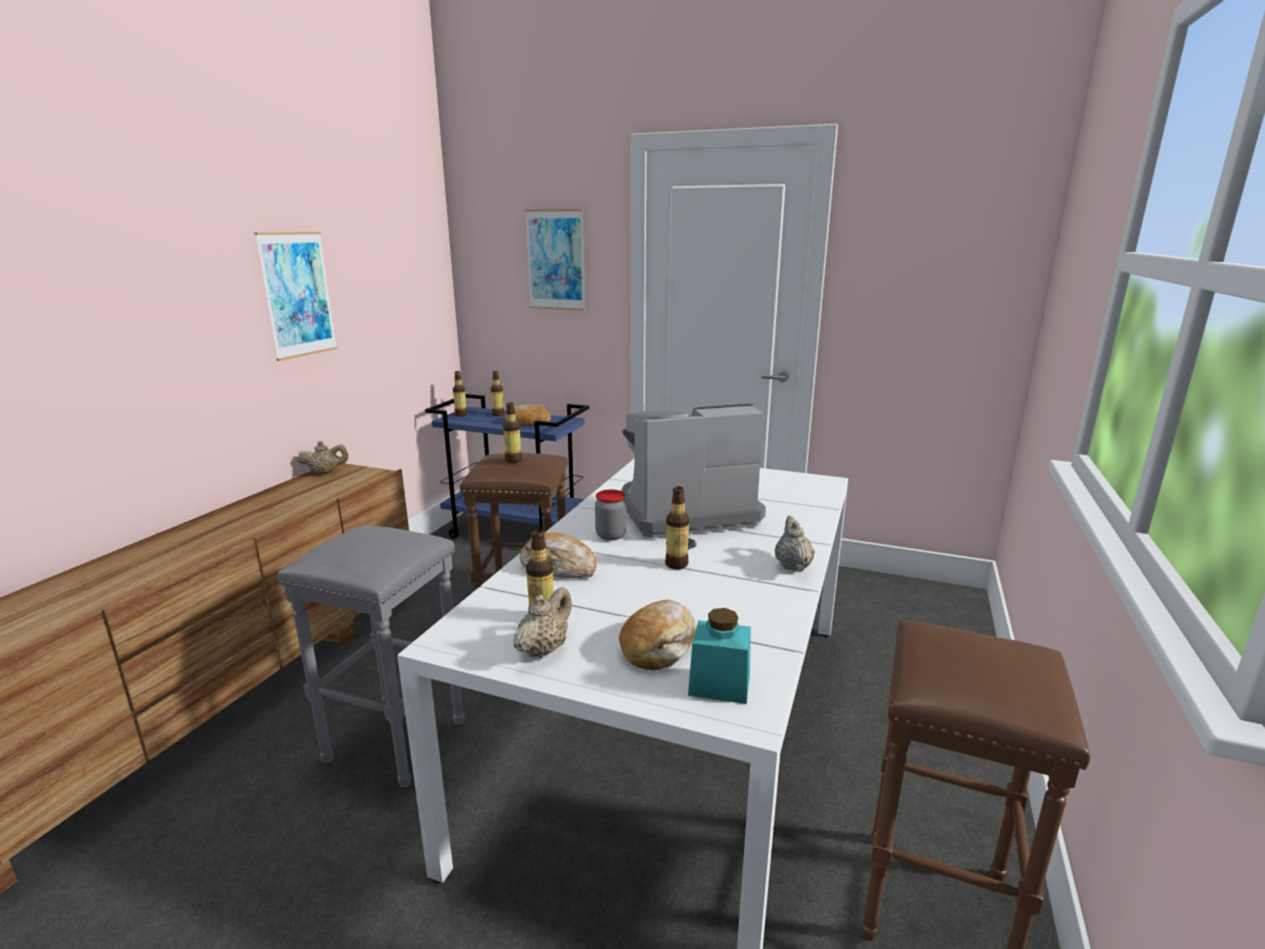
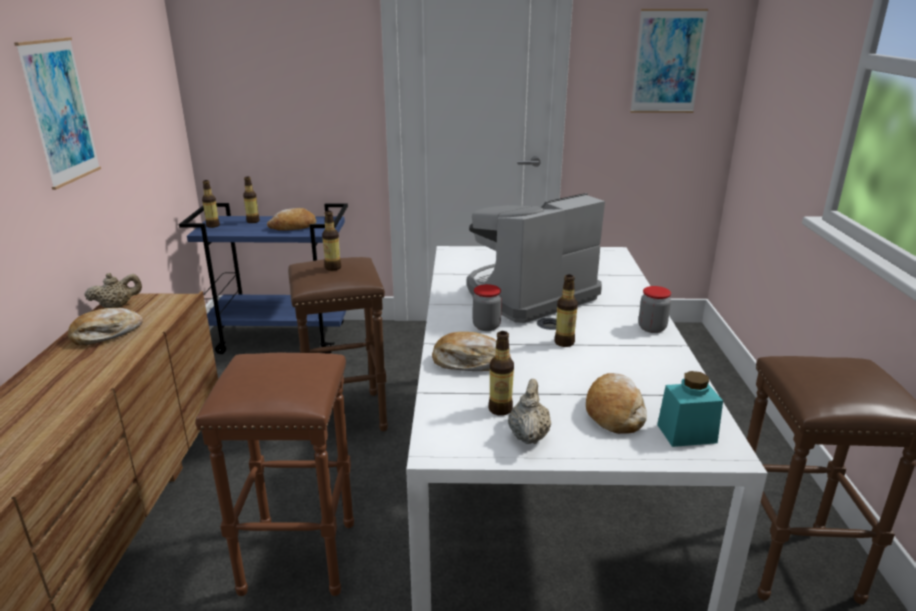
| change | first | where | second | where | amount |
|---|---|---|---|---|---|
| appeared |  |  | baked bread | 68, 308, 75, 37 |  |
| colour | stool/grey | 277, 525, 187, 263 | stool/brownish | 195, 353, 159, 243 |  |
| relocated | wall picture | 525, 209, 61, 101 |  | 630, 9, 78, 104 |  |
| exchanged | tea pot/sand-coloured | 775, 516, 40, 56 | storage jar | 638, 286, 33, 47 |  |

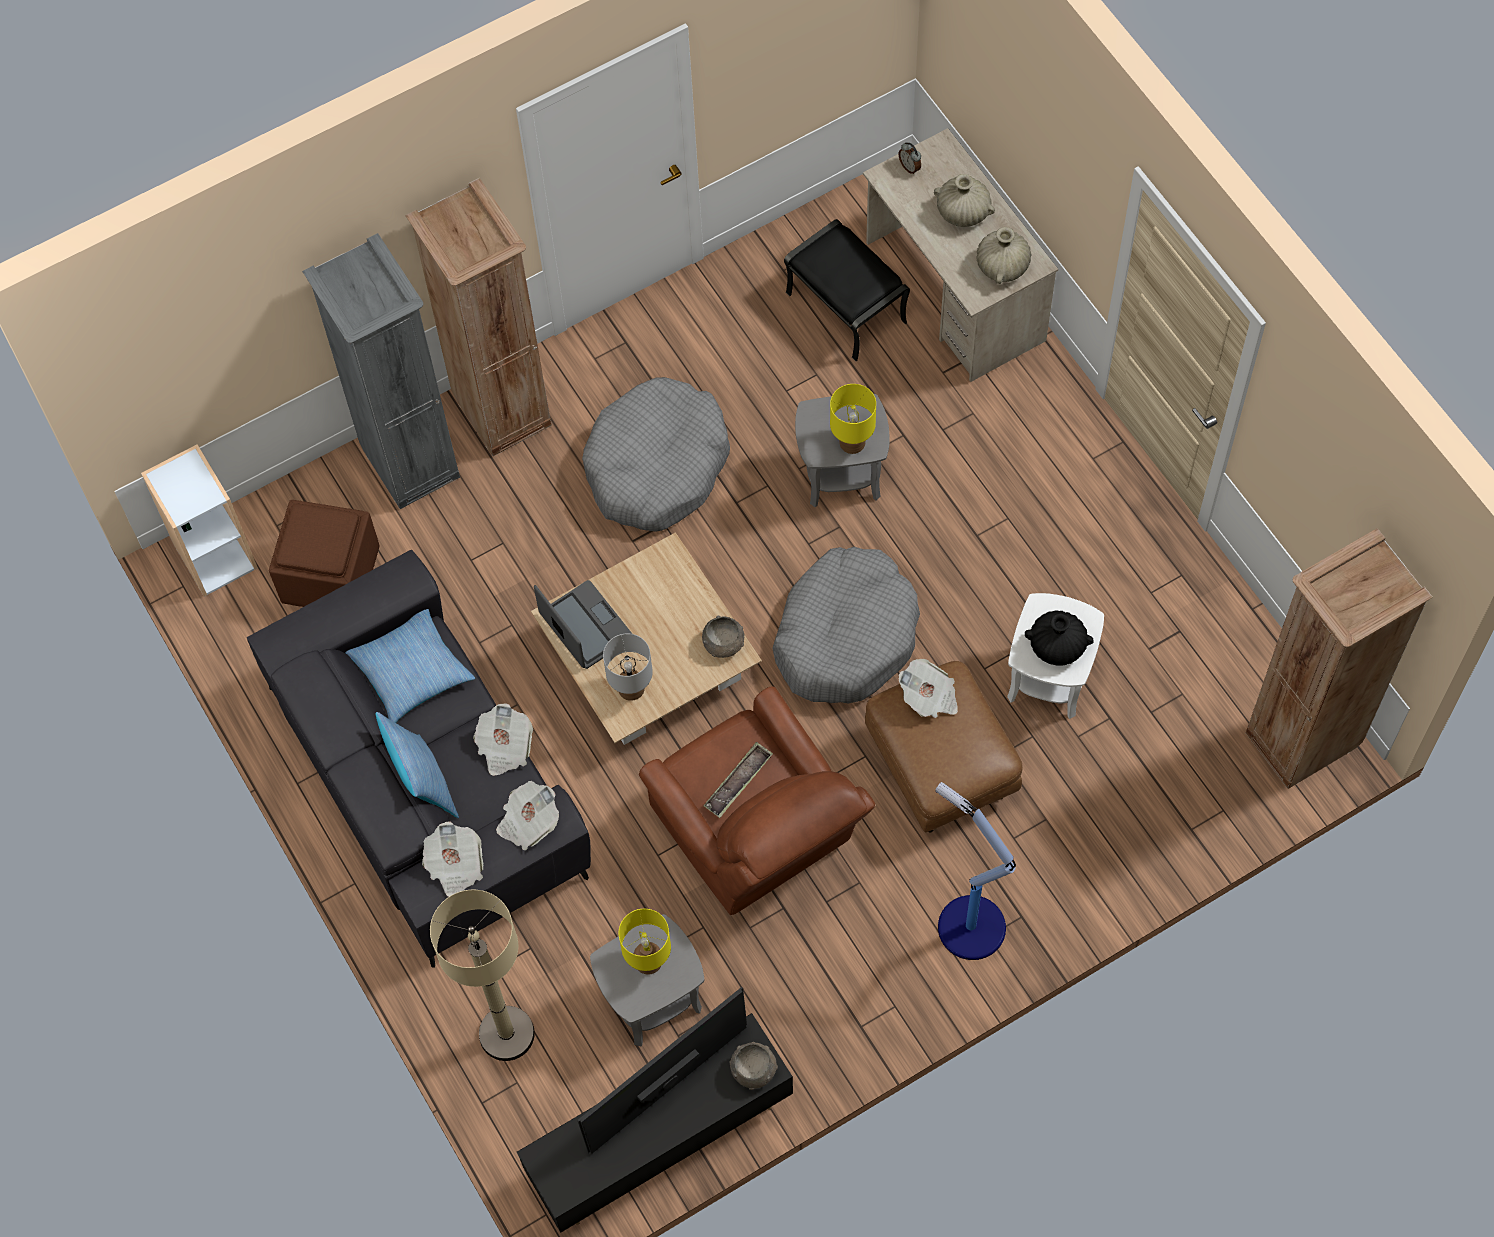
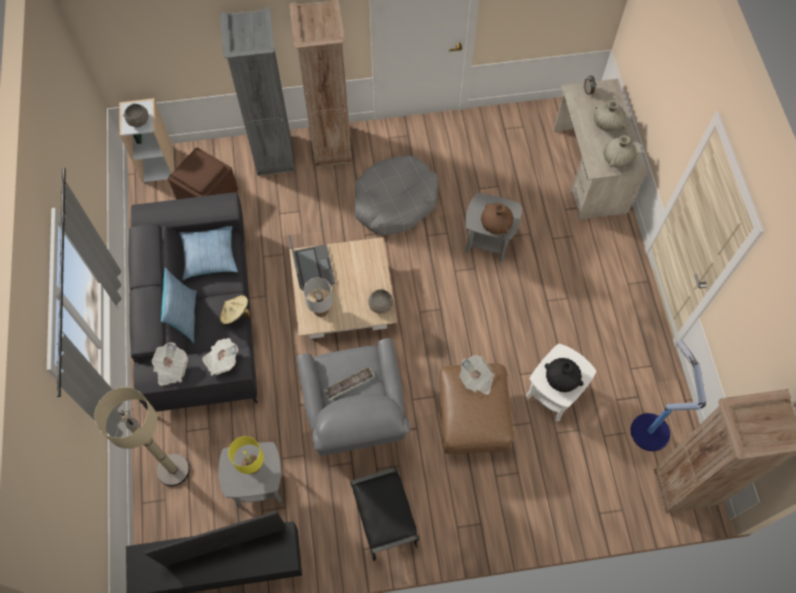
| change | first | where | second | where | amount |
|---|---|---|---|---|---|
| relocated | deep dish/grey | 730, 1042, 48, 48 |  | 123, 104, 26, 23 |  |
| exchanged | printed paper | 473, 704, 60, 72 | wearable hat/sand-coloured | 220, 295, 30, 30 |  |
| colour | lounge chair/brownish | 639, 686, 236, 229 | lounge chair/grey | 296, 338, 114, 118 |  |
| relocated | pouffe/black-coloured | 784, 219, 126, 142 |  | 350, 467, 70, 94 |  |
| exchanged | table lamp/yellow | 830, 384, 46, 70 | vase/brownish | 481, 203, 32, 31 |  |
| relocated | standard lamp | 935, 782, 81, 178 |  | 631, 340, 75, 111 |  |
| missing | pet bed/grey | 772, 547, 148, 156 |  |  |  |

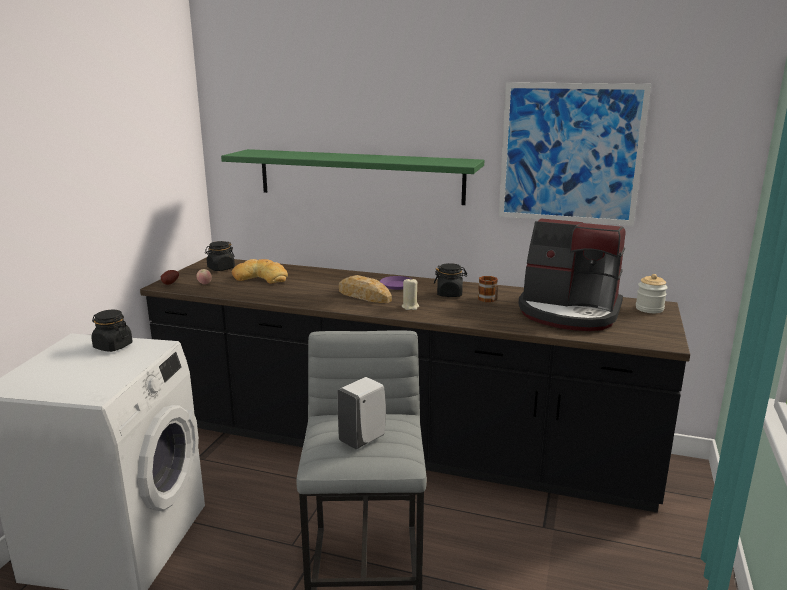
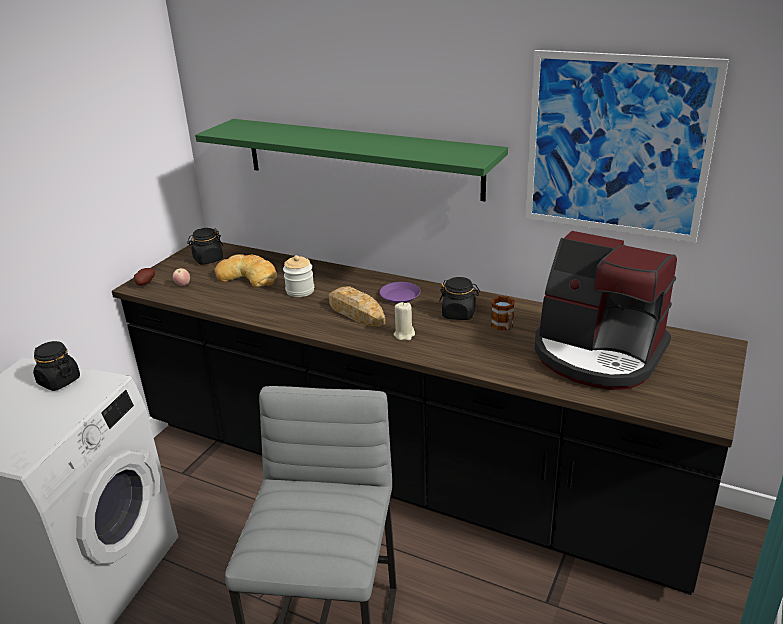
| change | first | where | second | where | amount |
|---|---|---|---|---|---|
| relocated | storage jar | 636, 274, 32, 39 |  | 283, 255, 31, 42 |  |
| missing | liquid soap bottle/whitish | 337, 377, 49, 72 |  |  |  |

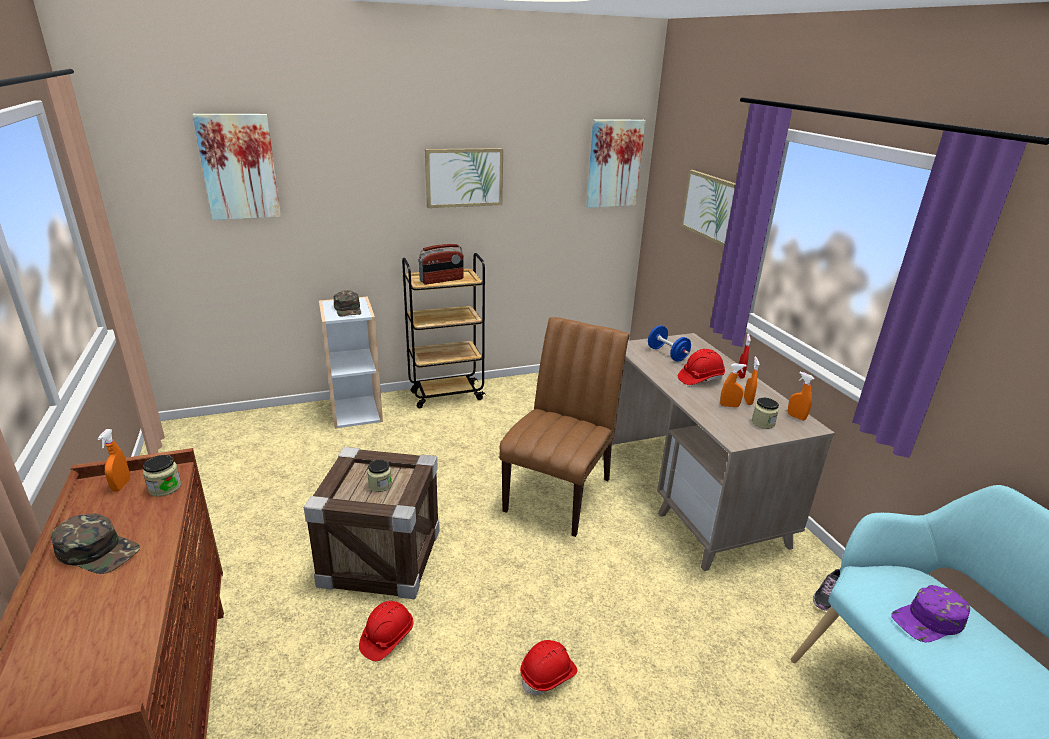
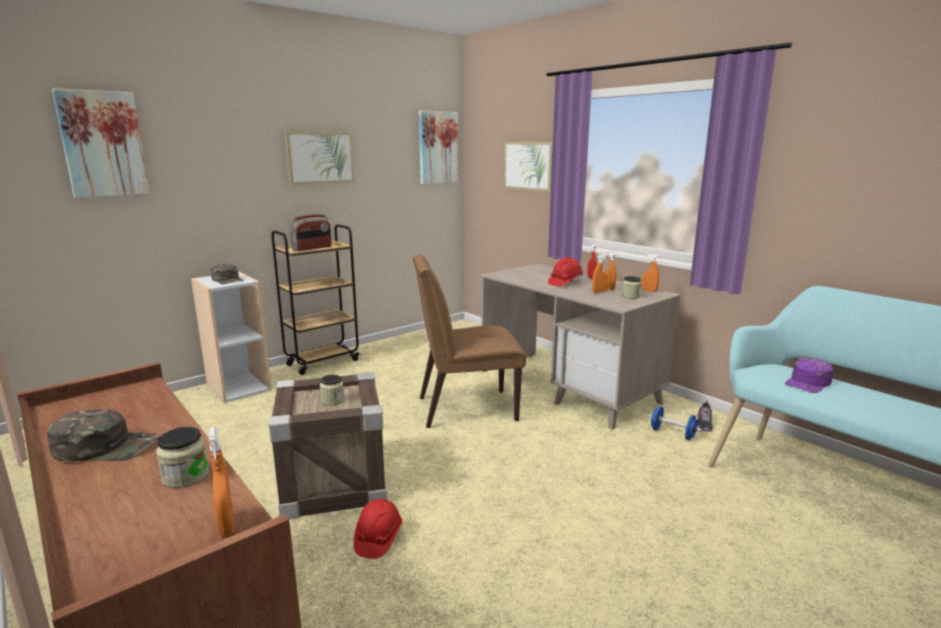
| change | first | where | second | where | amount |
|---|---|---|---|---|---|
| relocated | storage jar | 143, 455, 38, 42 |  | 156, 427, 53, 61 |  |
| relocated | spray bottle/orange-coloured | 97, 429, 33, 63 |  | 209, 427, 25, 110 |  |
| spun | plain chair/brownish | 499, 317, 131, 220 |  | 413, 254, 113, 174 | 105 degrees counterclockwise |
| relocated | free weight/bluish | 648, 325, 43, 37 |  | 648, 406, 54, 34 |  |
| missing | safety helmet/red | 520, 640, 57, 55 |  |  |  |

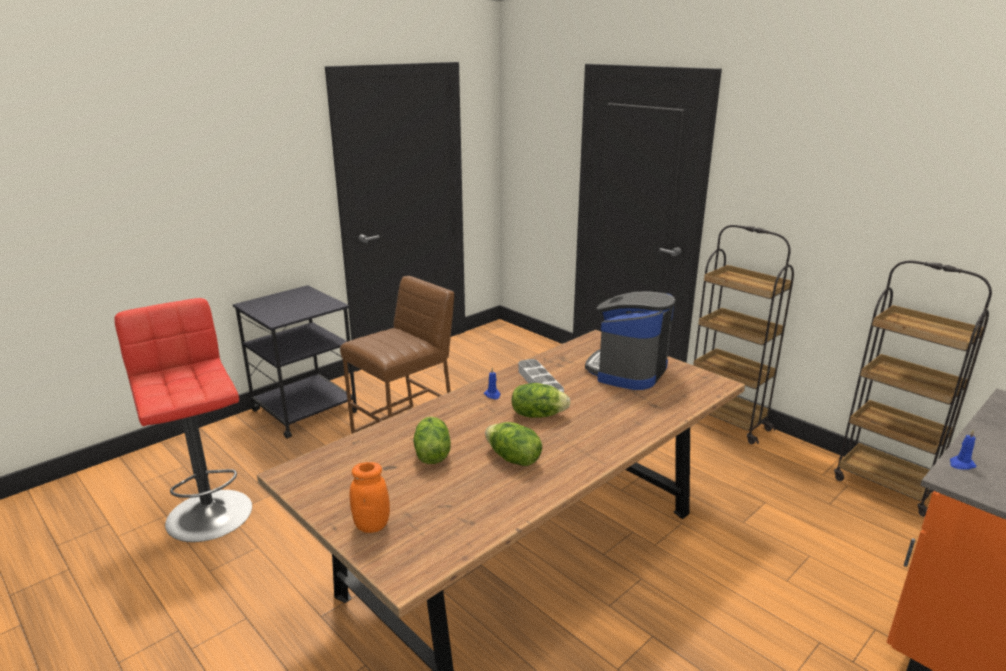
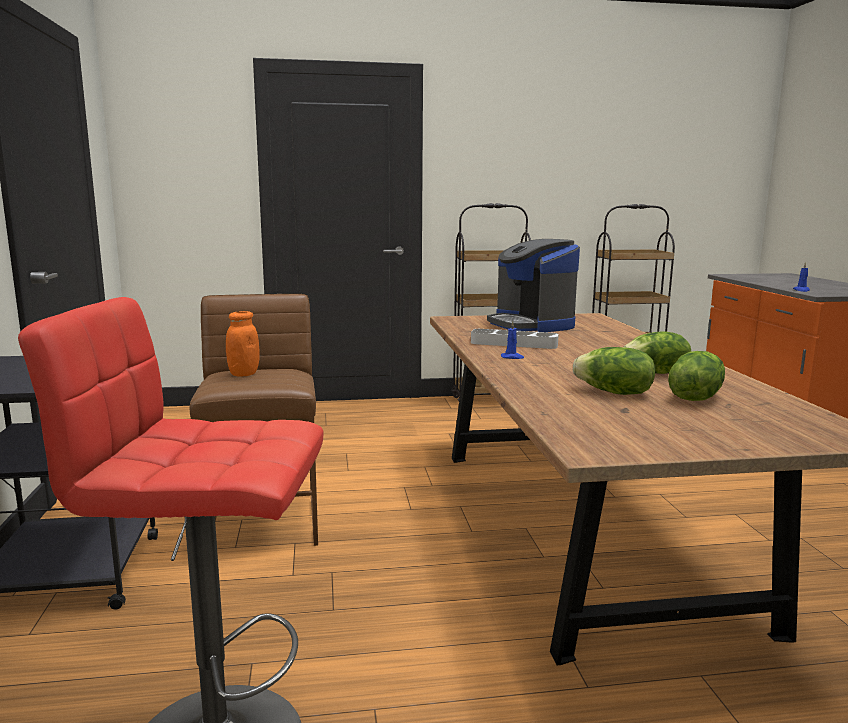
| change | first | where | second | where | amount |
|---|---|---|---|---|---|
| relocated | storage jar/orange-coloured | 349, 462, 41, 71 |  | 226, 311, 33, 65 |  |
| relocated | lettuce head | 511, 383, 60, 35 |  | 668, 351, 57, 50 |  |

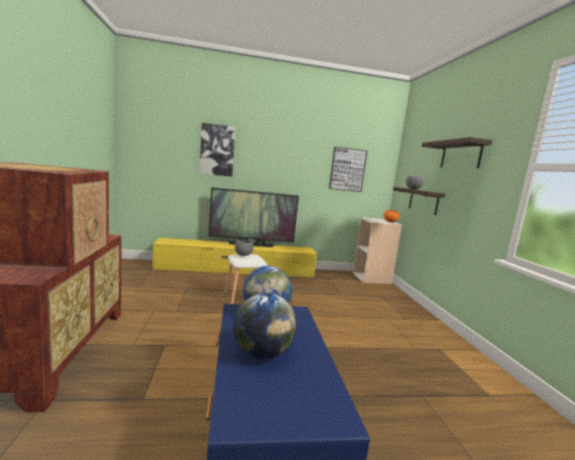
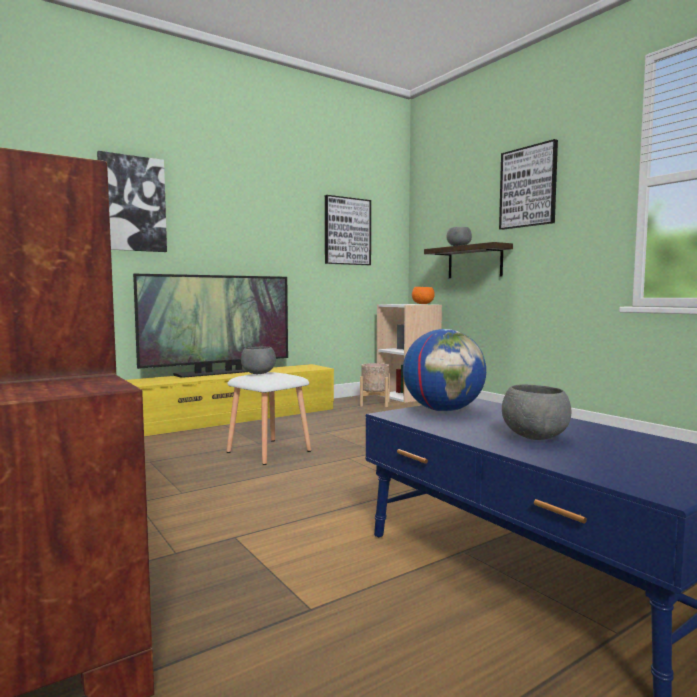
| change | first | where | second | where | amount |
|---|---|---|---|---|---|
| appeared |  |  | planter/sand-coloured | 360, 363, 30, 44 |  |
| exchanged | bracket shelf | 422, 137, 70, 31 | wall picture | 499, 139, 59, 91 |  |
| exchanged | world globe | 233, 293, 64, 66 | deep dish/grey | 502, 385, 69, 55 |  |

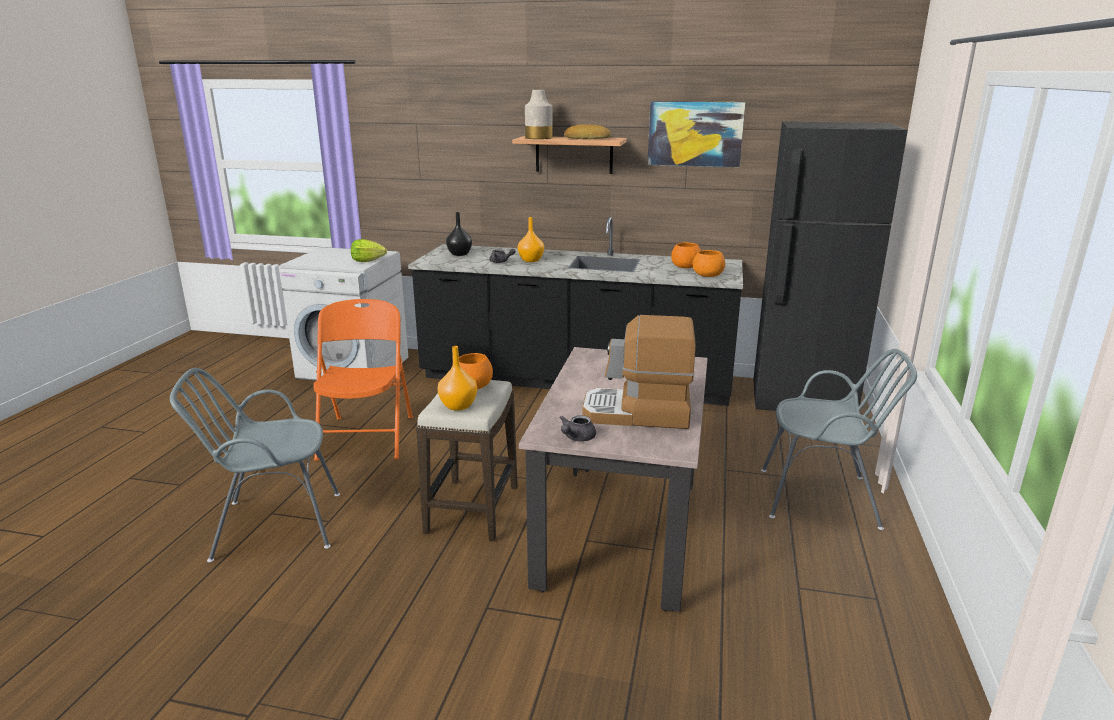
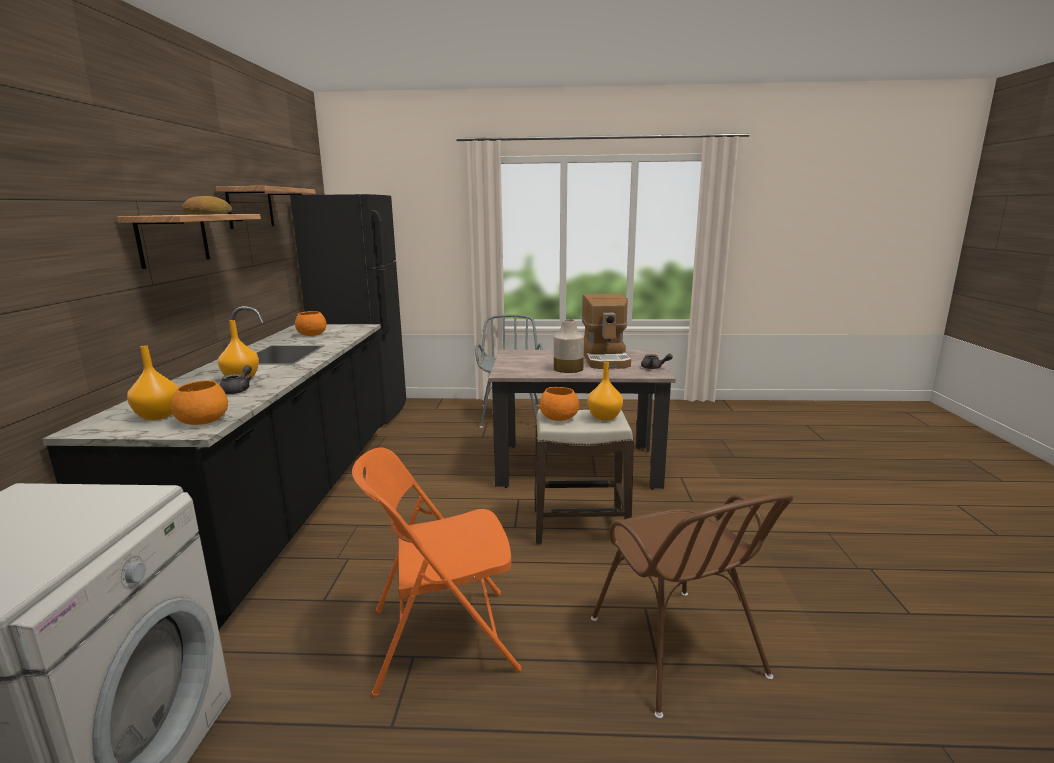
| change | first | where | second | where | amount |
|---|---|---|---|---|---|
| colour | vase/black-coloured | 446, 212, 26, 44 | vase/orange-coloured | 127, 345, 51, 75 |  |
| relocated | deep dish/orange-coloured | 693, 250, 32, 27 |  | 171, 380, 57, 45 |  |
| exchanged | wall picture | 647, 101, 99, 66 | bracket shelf | 216, 186, 100, 43 |  |
| relocated | vase/sand-coloured | 525, 90, 27, 49 |  | 554, 319, 30, 54 |  |
| colour | plain chair/grey | 170, 368, 170, 194 | plain chair/brownish | 591, 493, 202, 226 |  |
| missing | lettuce head | 351, 239, 36, 23 |  |  |  |

